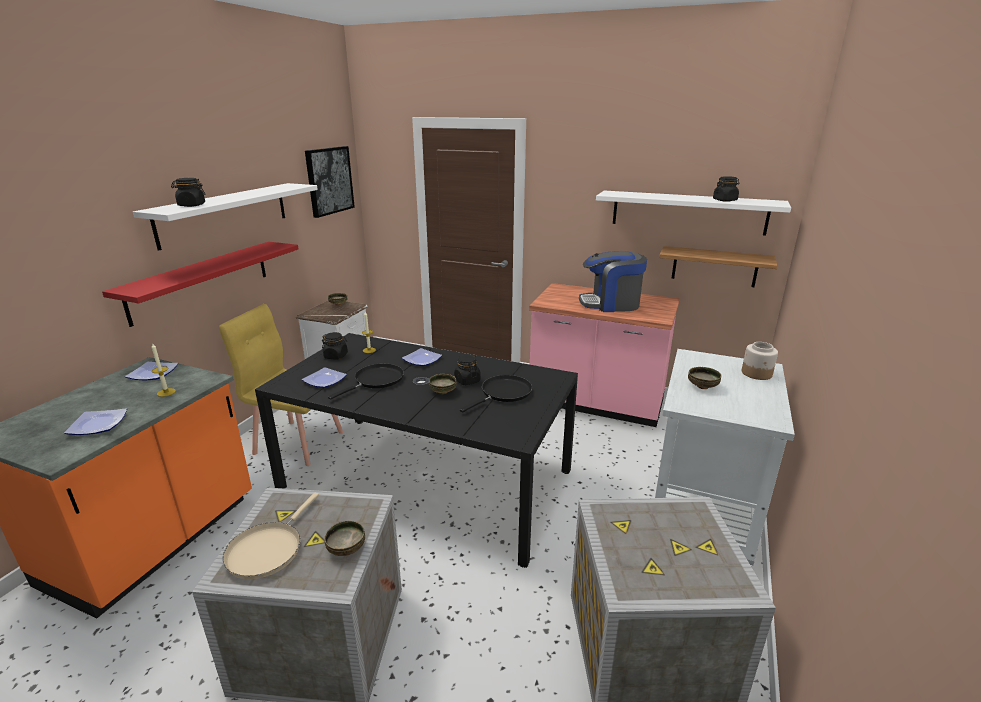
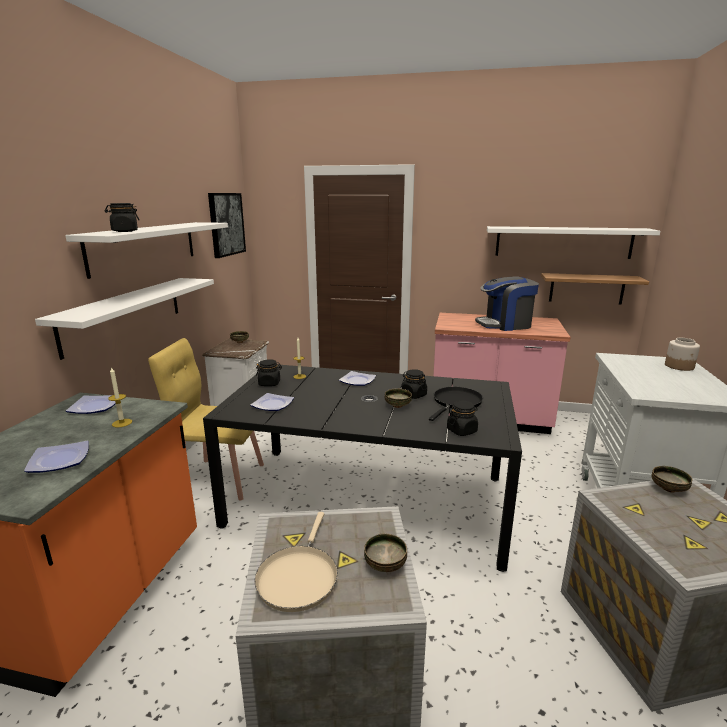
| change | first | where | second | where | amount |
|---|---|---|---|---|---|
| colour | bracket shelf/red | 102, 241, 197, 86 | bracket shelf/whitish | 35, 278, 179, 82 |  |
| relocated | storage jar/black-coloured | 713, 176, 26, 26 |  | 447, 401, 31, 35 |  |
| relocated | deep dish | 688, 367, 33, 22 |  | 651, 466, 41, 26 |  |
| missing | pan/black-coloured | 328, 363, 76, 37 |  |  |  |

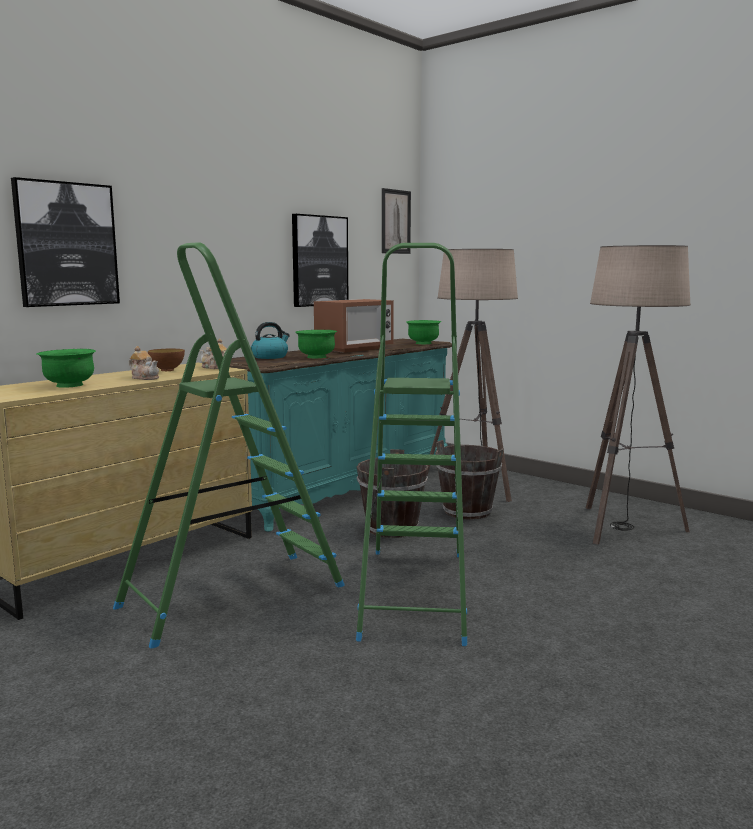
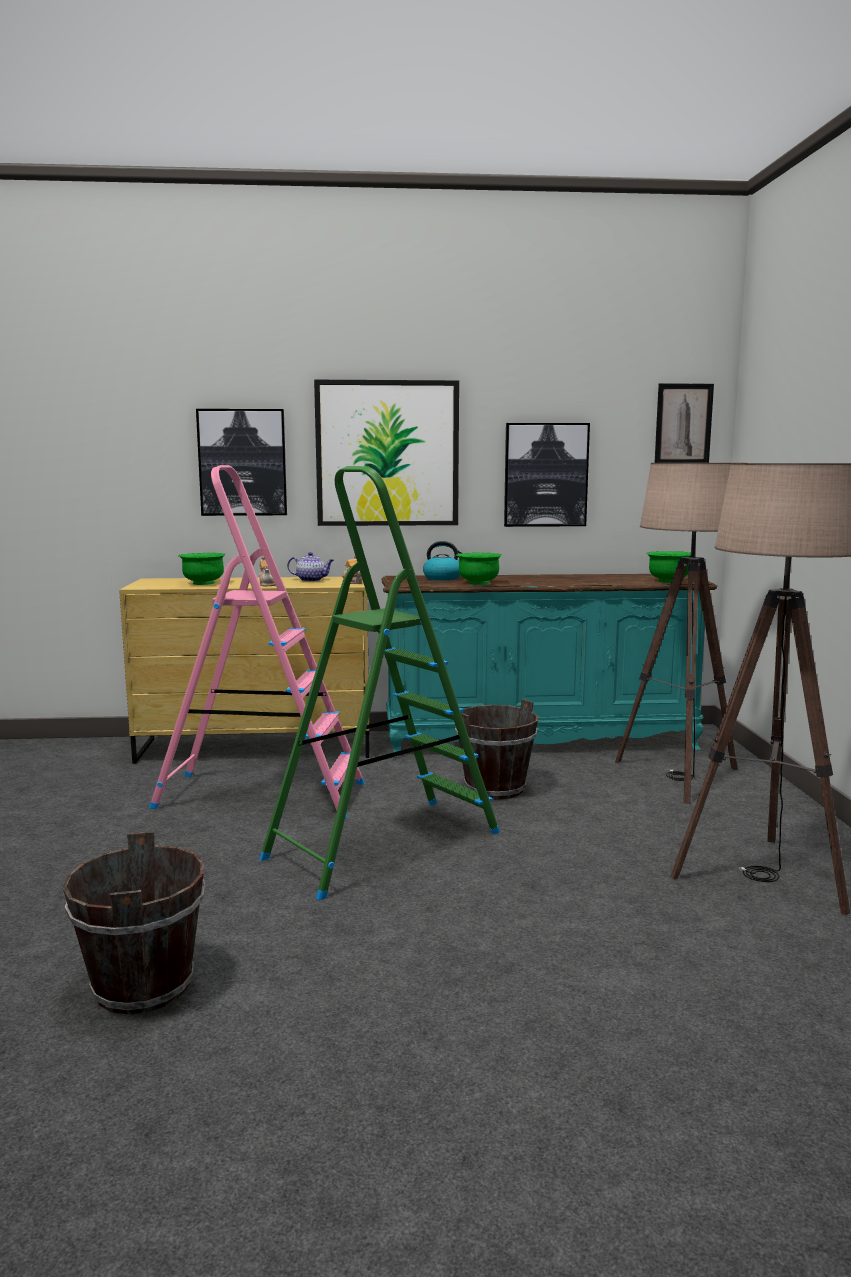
| change | first | where | second | where | amount |
|---|---|---|---|---|---|
| relocated | water bucket/brownish | 435, 440, 69, 80 |  | 63, 831, 142, 184 |  |
| colour | step ladder/green-coloured | 113, 242, 232, 407 | step ladder/pinkish | 149, 465, 216, 353 |  |
| exchanged | deep dish | 148, 349, 37, 22 | tea pot | 287, 552, 47, 30 |  |
| appeared |  |  | wall picture | 314, 380, 145, 146 |  |
| missing | microwave | 314, 299, 80, 54 |  |  |  |

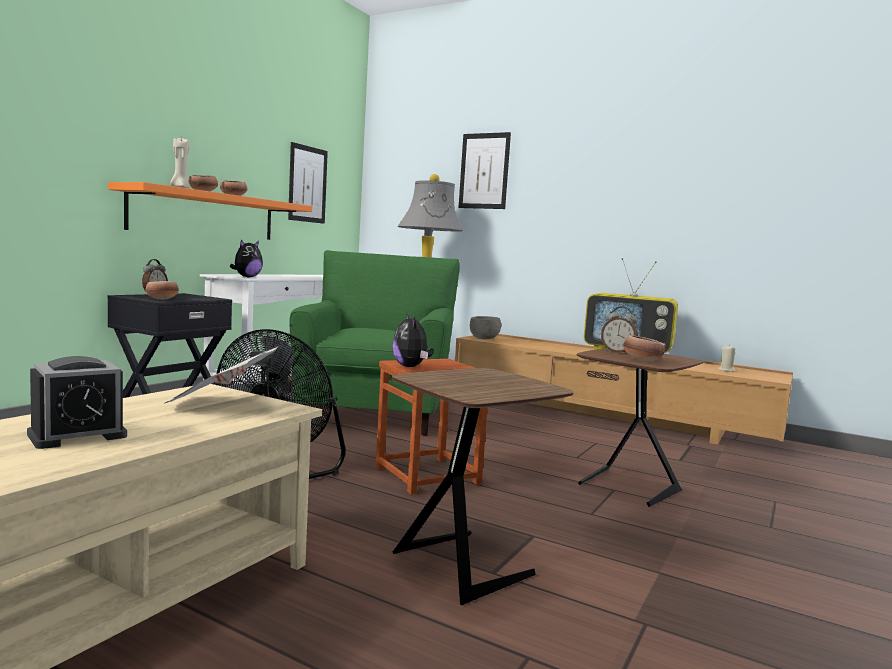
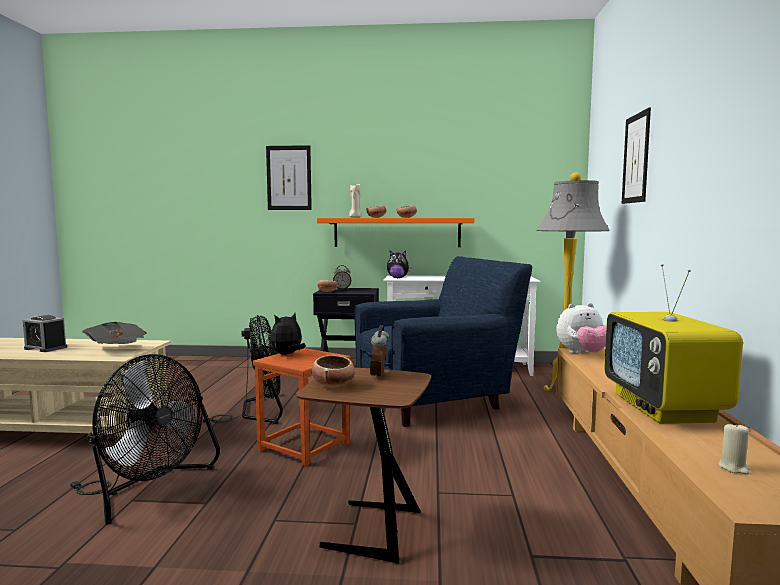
| change | first | where | second | where | amount |
|---|---|---|---|---|---|
| exchanged | accent table/brownish | 392, 368, 181, 237 | electric fan/black-coloured | 71, 354, 149, 171 |  |
| relocated | wall picture | 288, 142, 40, 82 |  | 266, 145, 46, 65 |  |
| colour | lounge chair/green-coloured | 290, 250, 170, 186 | lounge chair/bluish | 354, 256, 178, 171 |  |
| exchanged | deep dish/grey | 470, 316, 31, 23 | plush toy | 557, 303, 50, 51 |  |

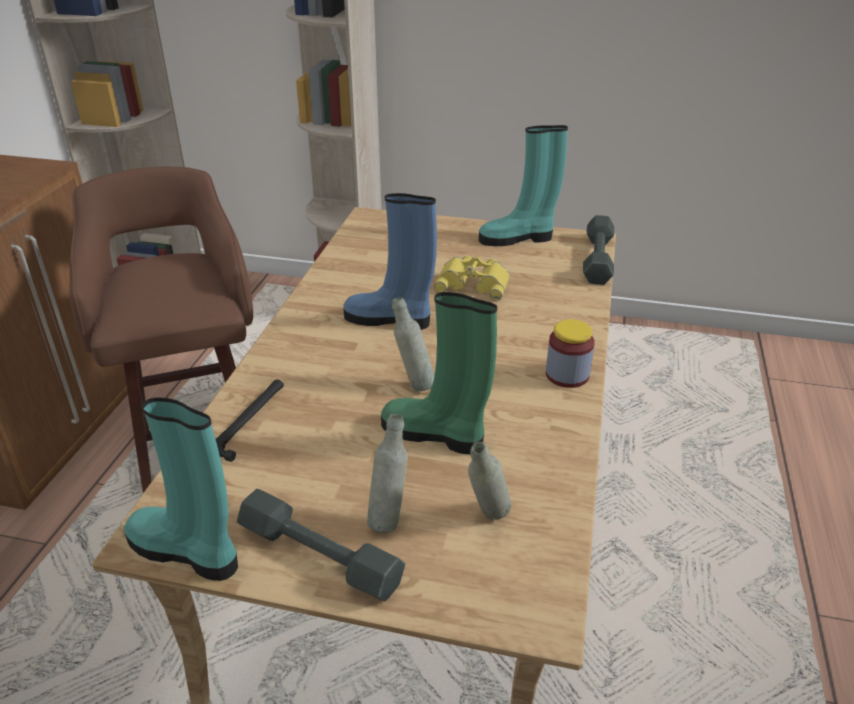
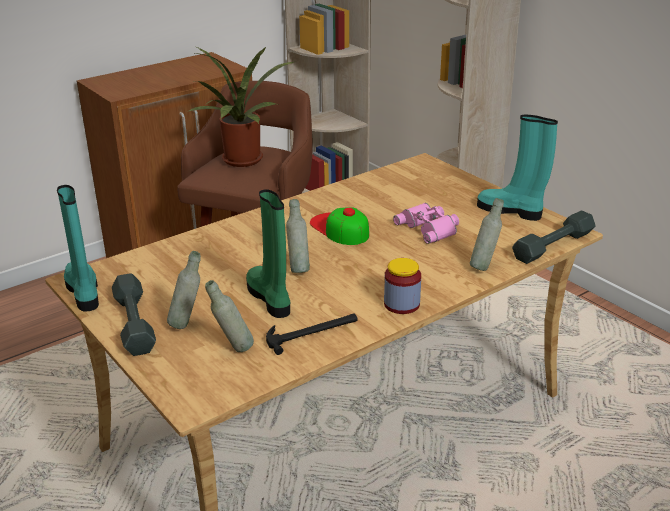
| change | first | where | second | where | amount |
|---|---|---|---|---|---|
| appeared |  |  | houseplant | 187, 47, 107, 120 |  |
| relocated | hammer | 215, 379, 69, 83 |  | 266, 314, 92, 41 |  |
| exchanged | boot/bluish | 343, 193, 94, 137 | cap | 310, 207, 59, 38 |  |
| colour | field glasses/yellow | 434, 256, 76, 44 | field glasses/pinkish | 393, 203, 66, 41 |  |
| appeared |  |  | drink bottle/grey | 470, 198, 34, 73 |  |

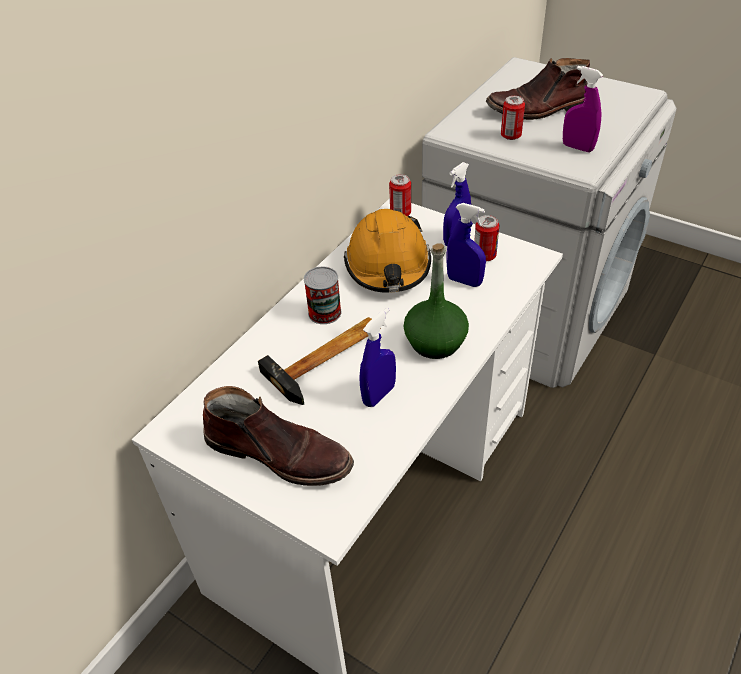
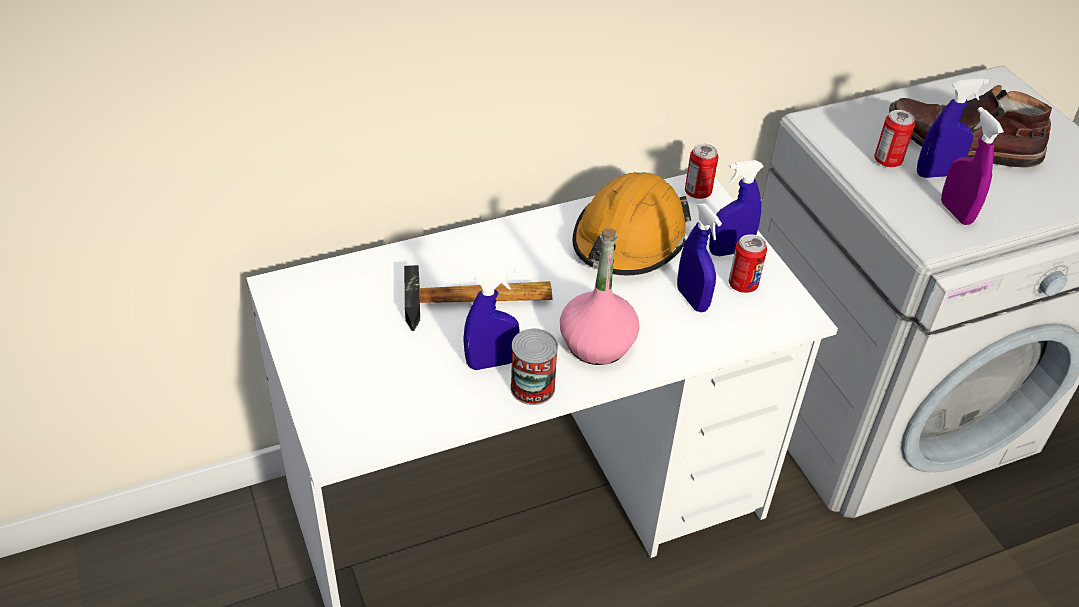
| change | first | where | second | where | amount |
|---|---|---|---|---|---|
| relocated | can | 304, 266, 38, 58 |  | 510, 329, 48, 76 |  |
| colour | drink bottle/green-coloured | 403, 243, 66, 116 | drink bottle/pinkish | 560, 228, 79, 137 |  |
| appeared |  |  | spray bottle/bluish | 917, 78, 72, 100 |  |
| missing | boot/brownish | 203, 386, 151, 100 |  |  |  |

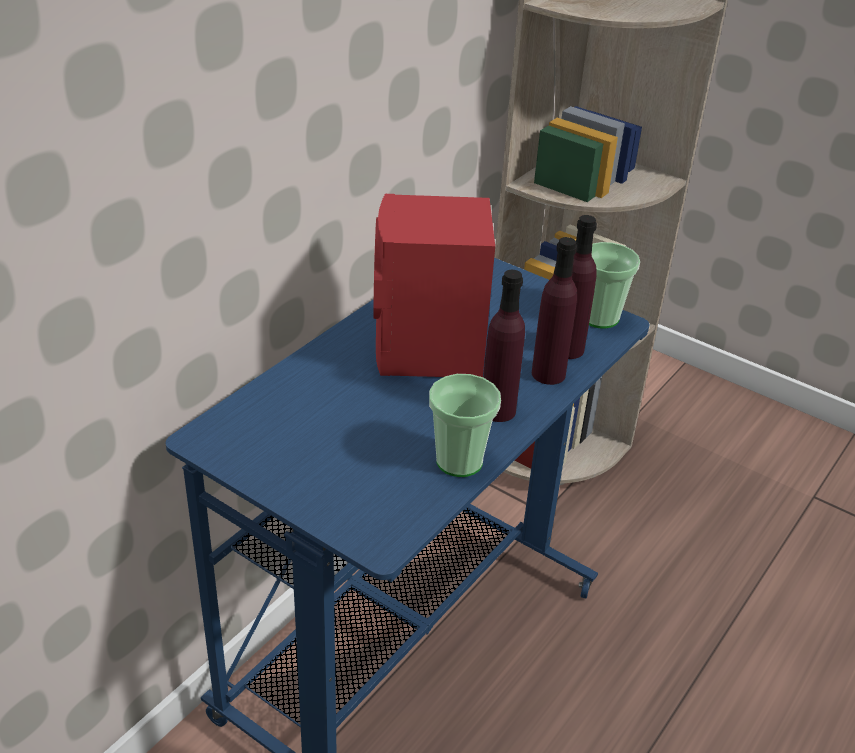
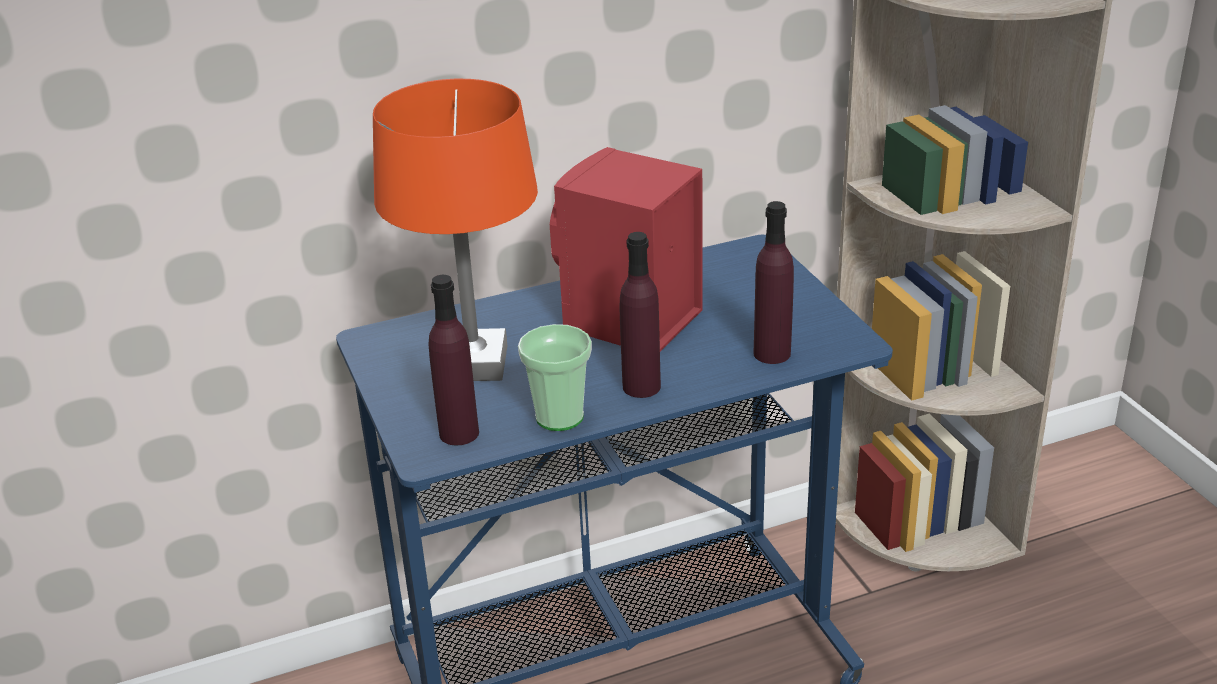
| change | first | where | second | where | amount |
|---|---|---|---|---|---|
| appeared |  |  | table lamp/orange-coloured | 373, 79, 165, 302 |  |
| relocated | drink bottle/purple | 532, 237, 45, 148 |  | 429, 275, 50, 170 |  |
| missing | cup | 589, 242, 51, 86 |  |  |  |

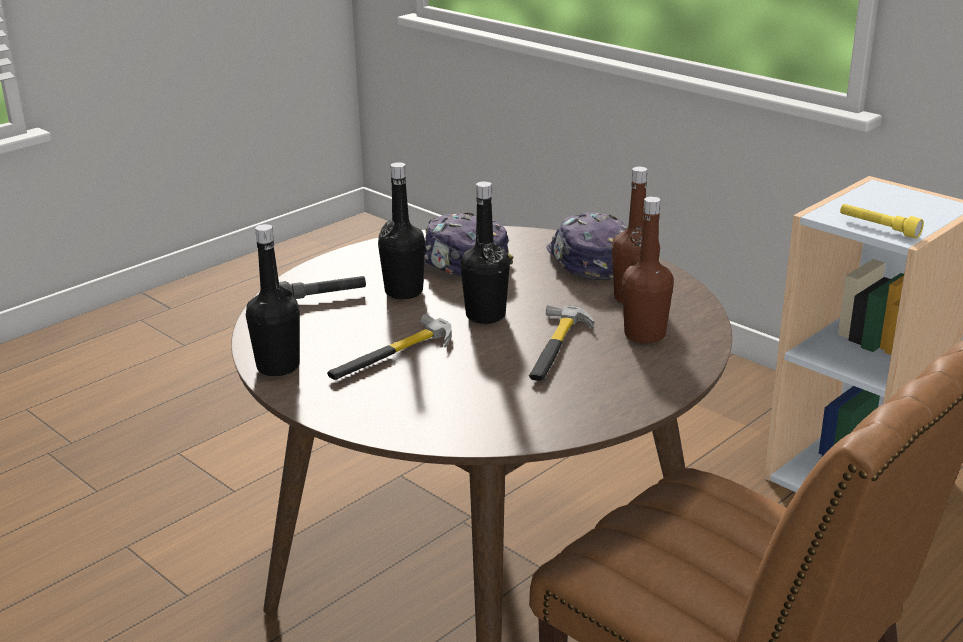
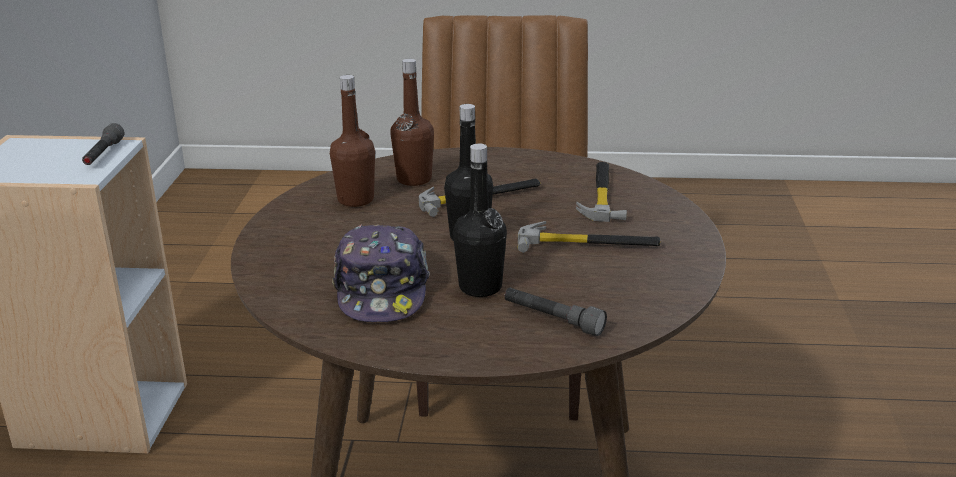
| change | first | where | second | where | amount |
|---|---|---|---|---|---|
| colour | hand torch/yellow | 840, 204, 84, 34 | hand torch/grey | 82, 123, 43, 42 |  |
| appeared |  |  | hammer | 576, 162, 51, 60 |  |
| missing | drink bottle/black-coloured | 246, 224, 54, 152 |  |  |  |
| missing | cap | 546, 212, 82, 68 |  |  |  |

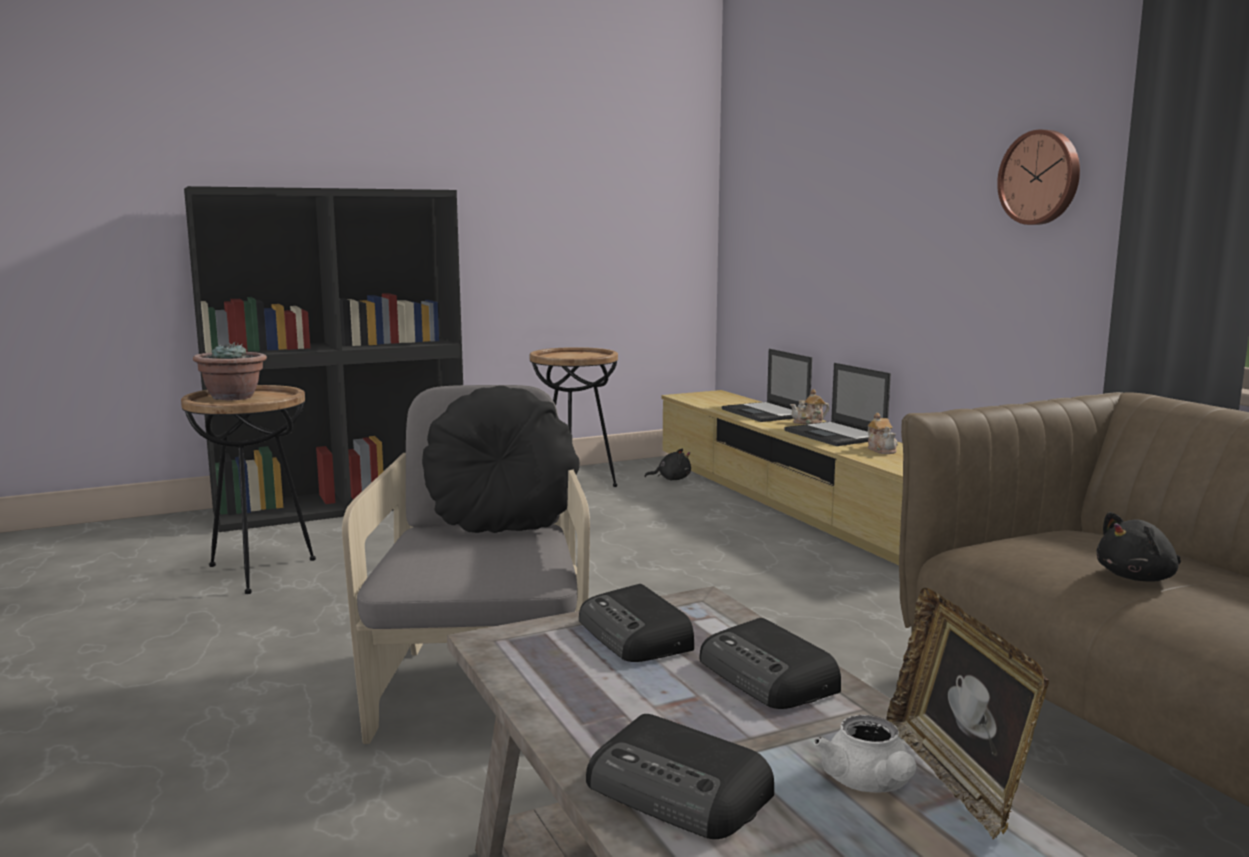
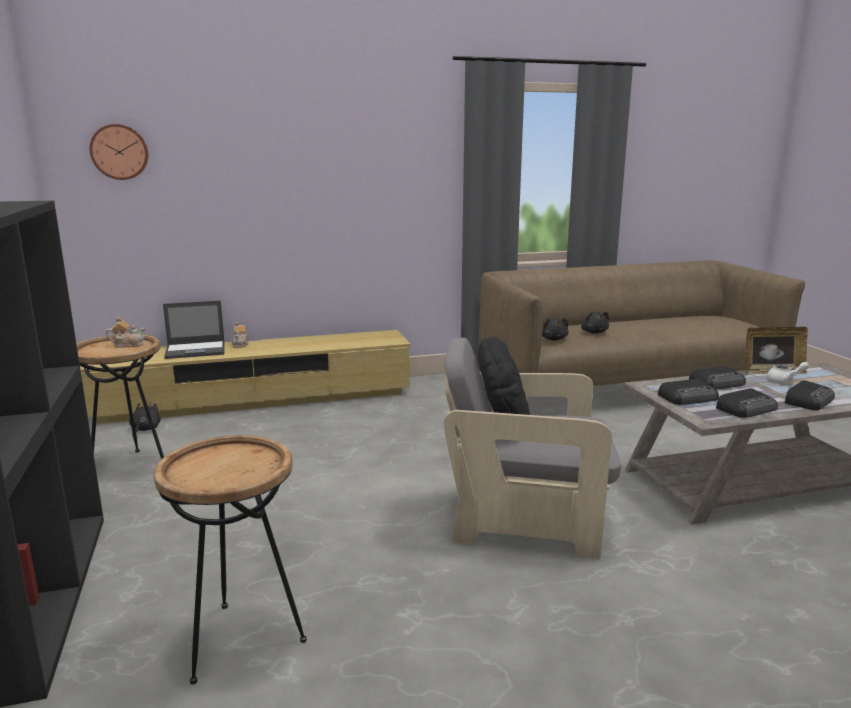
| change | first | where | second | where | amount |
|---|---|---|---|---|---|
| relocated | wall clock | 997, 130, 83, 95 |  | 89, 124, 59, 56 |  |
| relocated | tea pot | 868, 413, 30, 41 |  | 105, 316, 40, 32 |  |
| appeared |  |  | plush toy/black-coloured | 542, 318, 26, 22 |  |
| appeared |  |  | radio set | 716, 388, 62, 30 |  |
| missing | houseplant | 193, 342, 74, 59 |  |  |  |
| missing | notebook computer | 784, 363, 107, 83 |  |  |  |

